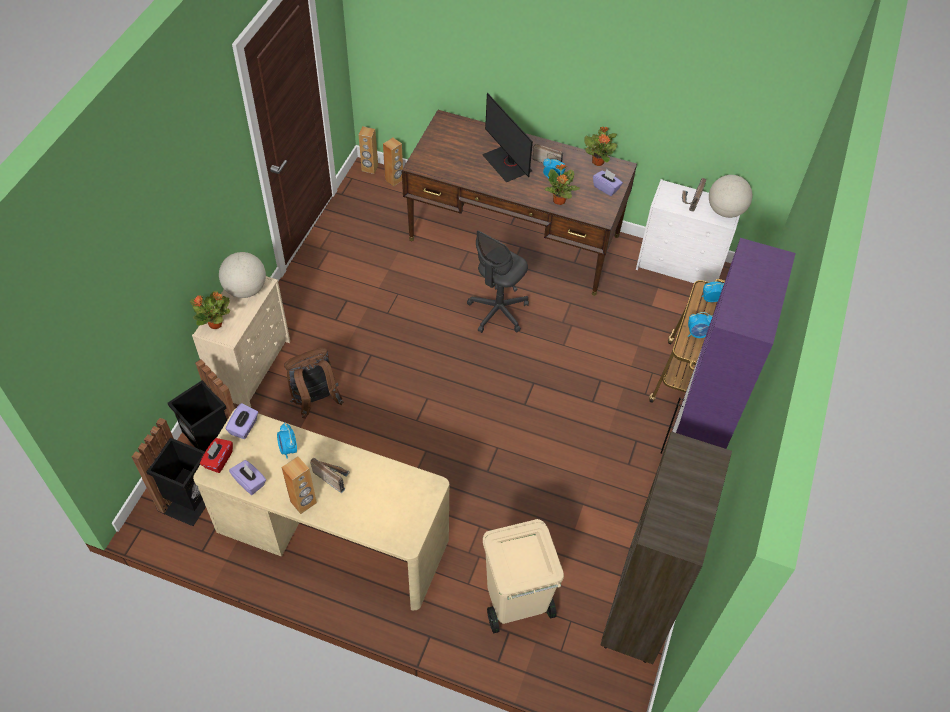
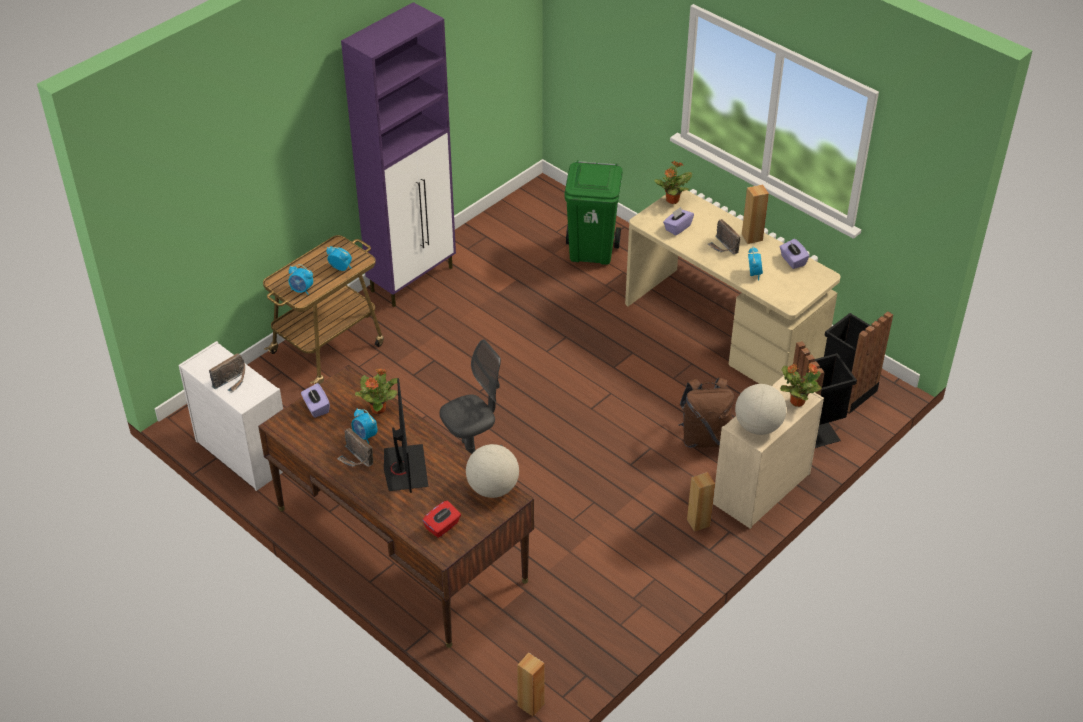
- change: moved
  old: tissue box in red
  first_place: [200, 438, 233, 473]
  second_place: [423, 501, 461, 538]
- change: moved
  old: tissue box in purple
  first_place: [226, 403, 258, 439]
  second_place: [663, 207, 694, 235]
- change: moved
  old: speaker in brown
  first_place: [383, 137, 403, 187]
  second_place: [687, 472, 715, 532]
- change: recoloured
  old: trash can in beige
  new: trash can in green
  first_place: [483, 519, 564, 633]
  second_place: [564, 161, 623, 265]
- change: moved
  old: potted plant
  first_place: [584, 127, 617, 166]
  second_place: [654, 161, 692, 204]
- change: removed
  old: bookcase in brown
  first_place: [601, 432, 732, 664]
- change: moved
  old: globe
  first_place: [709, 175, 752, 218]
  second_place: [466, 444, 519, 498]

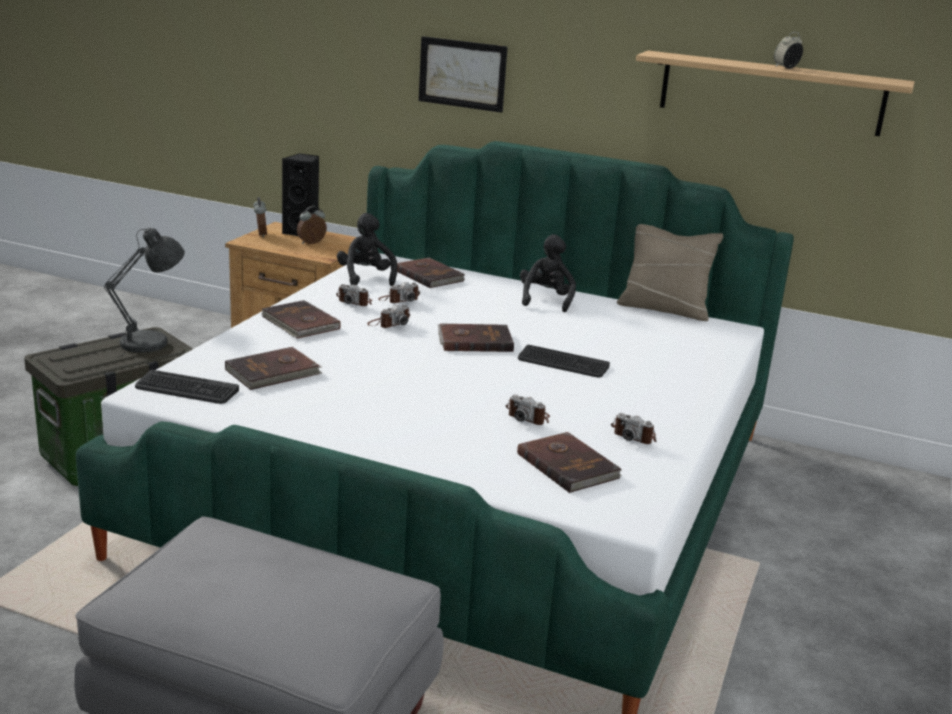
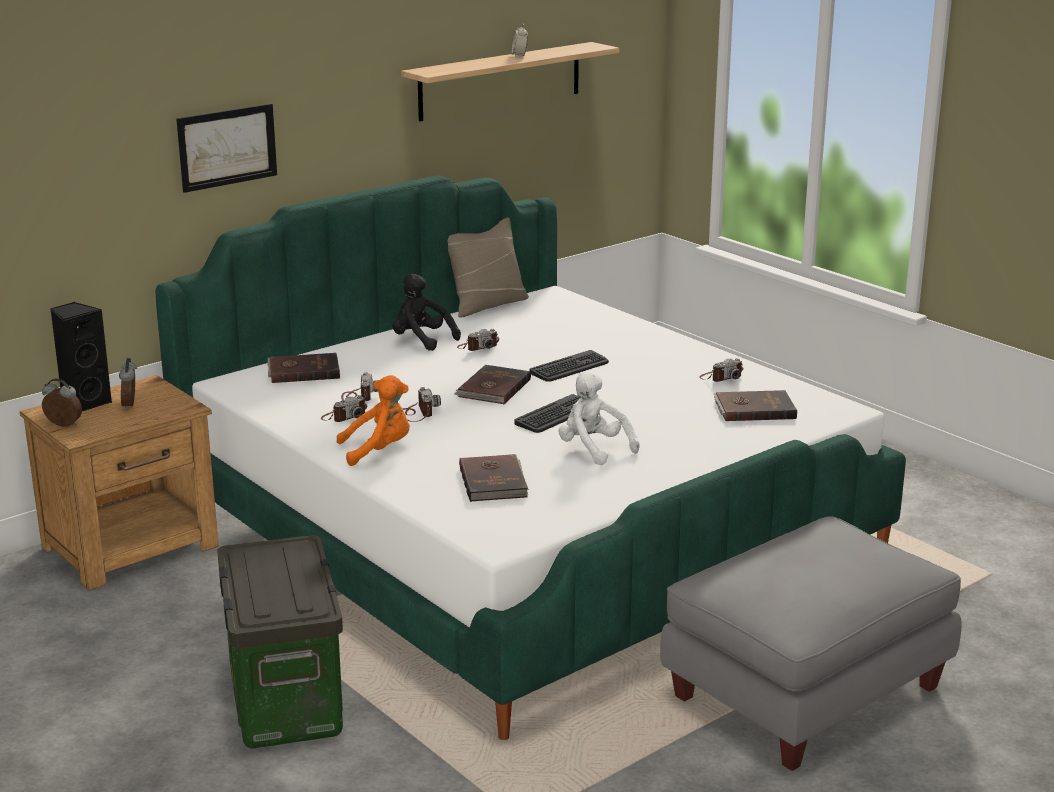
- change: removed
  old: table lamp in grey
  first_place: [104, 228, 185, 357]
- change: moved
  old: keyboard
  first_place: [135, 370, 239, 404]
  second_place: [515, 394, 580, 433]
- change: replaced
  old: book in brown
  new: plush toy in orange
  first_place: [261, 300, 341, 339]
  second_place: [337, 375, 410, 466]
- change: removed
  old: plush toy in black
  first_place: [337, 213, 398, 286]
- change: moved
  old: photo camera
  first_place: [506, 395, 550, 425]
  second_place: [457, 329, 499, 351]
- change: added
  new: plush toy in white
  second_place: [559, 371, 640, 465]

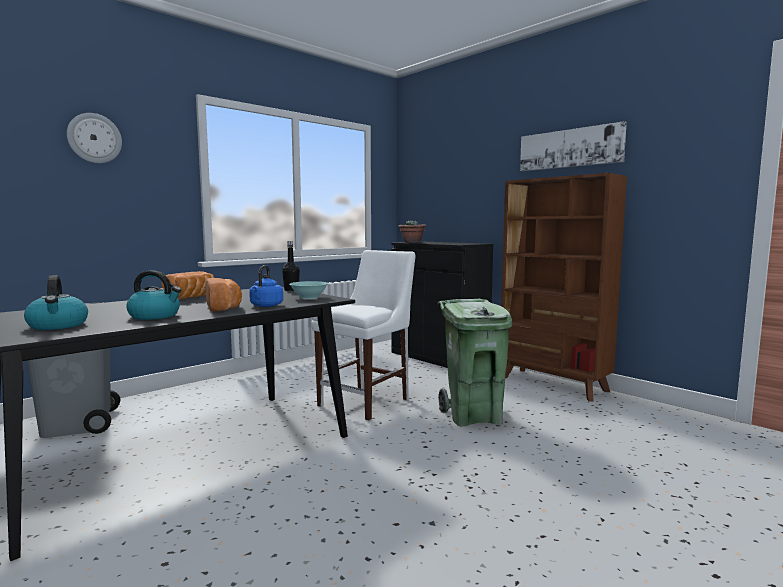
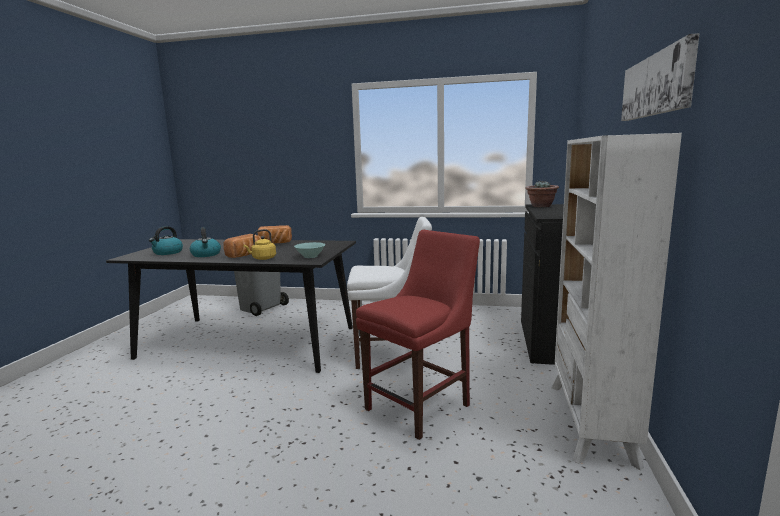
- change: removed
  old: wall clock
  first_place: [67, 113, 122, 163]
- change: recoloured
  old: kettle in blue
  new: kettle in yellow
  first_place: [249, 265, 283, 307]
  second_place: [243, 229, 276, 260]
- change: removed
  old: bottle in black
  first_place: [282, 241, 300, 291]
- change: replaced
  old: trash can in green
  new: chair in red
  first_place: [437, 299, 512, 426]
  second_place: [356, 230, 480, 440]
- change: recoloured
  old: bookcase in brown
  new: bookcase in white
  first_place: [501, 173, 627, 401]
  second_place: [552, 133, 682, 470]

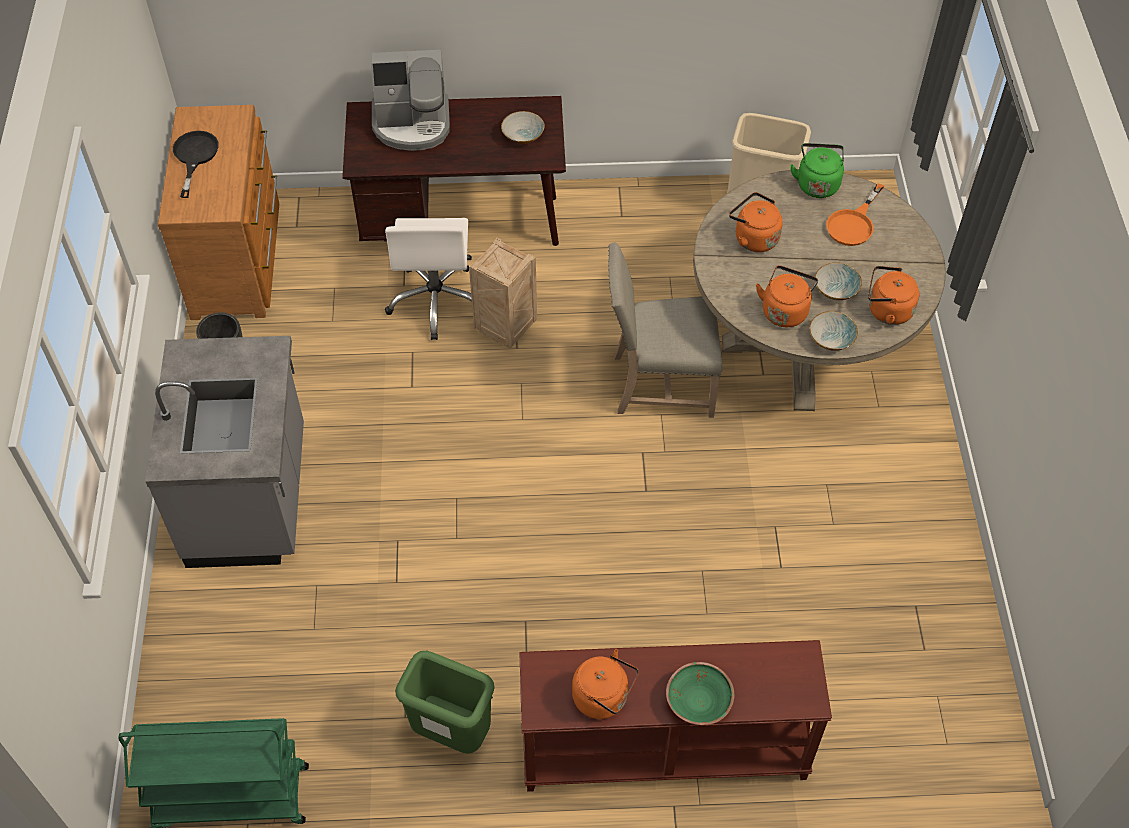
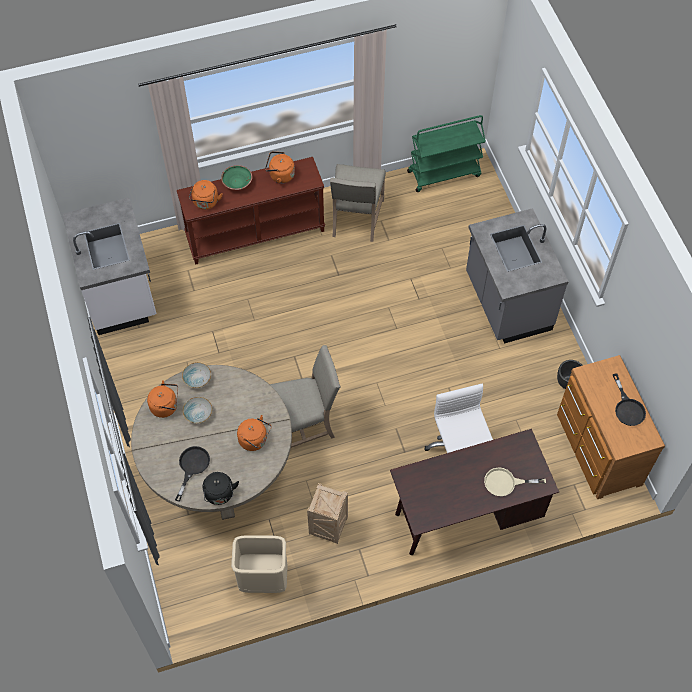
- change: replaced
  old: coffee machine
  new: frying pan in beige
  first_place: [371, 50, 450, 151]
  second_place: [484, 467, 546, 496]
- change: replaced
  old: trash can in green
  new: chair in beige
  first_place: [395, 651, 495, 754]
  second_place: [330, 164, 386, 242]
- change: moved
  old: crate
  first_place: [469, 237, 537, 349]
  second_place: [307, 483, 348, 544]
- change: removed
  old: bowl
  first_place: [501, 111, 545, 144]
- change: moved
  old: kettle in orange
  first_place: [756, 265, 818, 327]
  second_place: [189, 180, 223, 210]
- change: recoloured
  old: kettle in green
  new: kettle in black
  first_place: [790, 143, 844, 198]
  second_place: [203, 472, 239, 505]
- change: recoloured
  old: frying pan in orange
  new: frying pan in black
  first_place: [826, 183, 884, 246]
  second_place: [175, 446, 210, 502]
- change: added
  new: counter in white
  second_place: [63, 198, 157, 335]

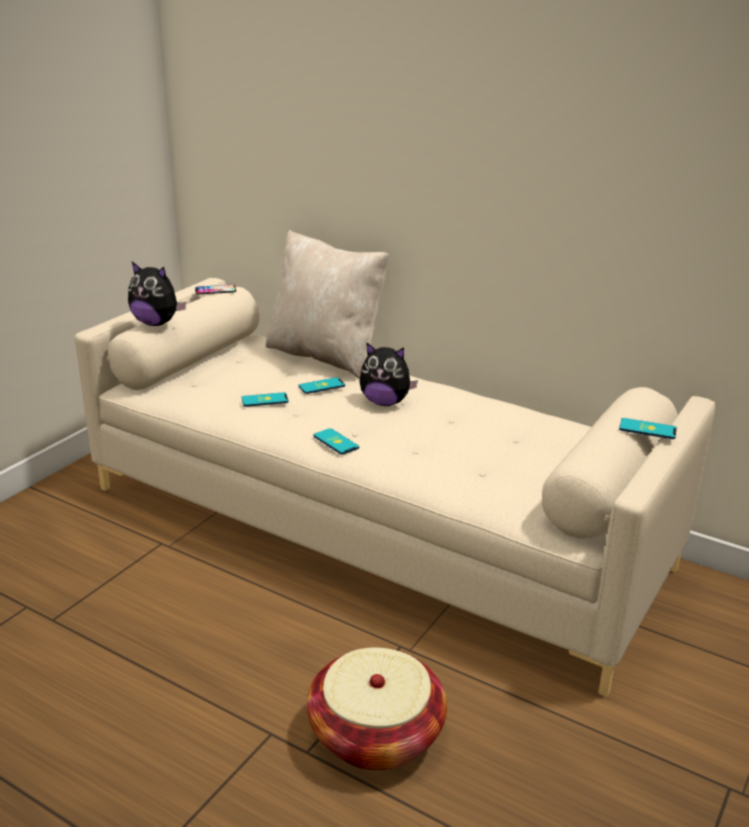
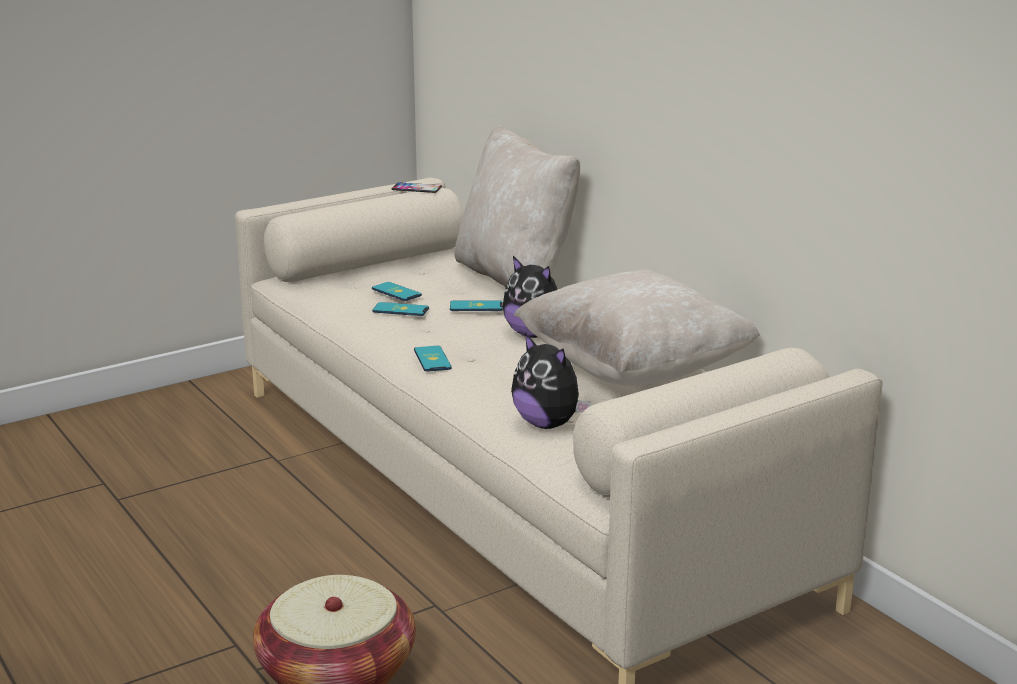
- change: moved
  old: plush toy
  first_place: [128, 262, 186, 326]
  second_place: [511, 333, 591, 429]
- change: moved
  old: phone
  first_place: [619, 418, 677, 439]
  second_place: [372, 282, 422, 301]
- change: added
  new: pillow in beige
  second_place: [514, 269, 760, 386]

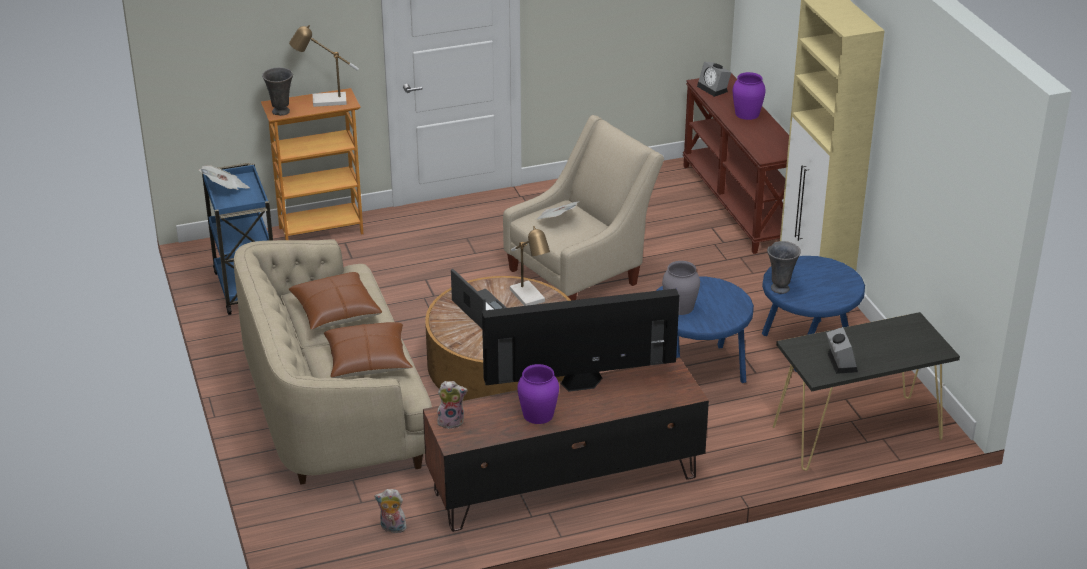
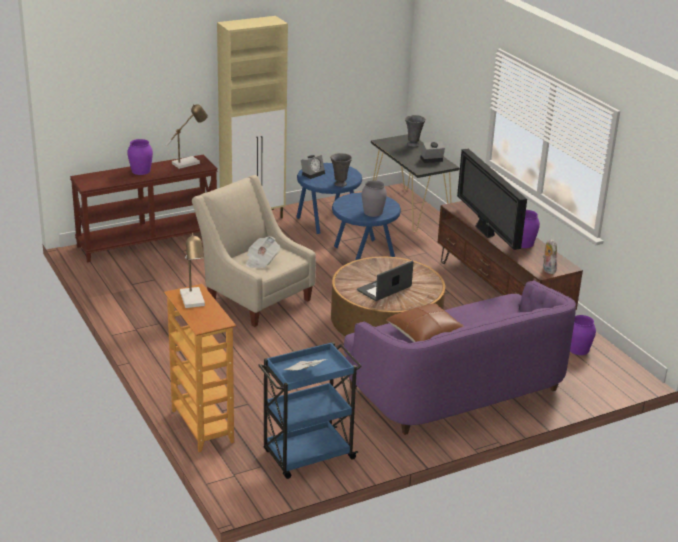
- change: recoloured
  old: sofa in beige
  new: sofa in purple
  first_place: [234, 239, 432, 485]
  second_place: [344, 281, 576, 435]
- change: moved
  old: vase in grey
  first_place: [262, 68, 293, 116]
  second_place: [405, 115, 426, 147]
- change: removed
  old: pillow in brown
  first_place: [324, 322, 413, 378]
- change: replaced
  old: plush toy
  new: vase in purple
  first_place: [374, 489, 408, 533]
  second_place: [570, 315, 596, 355]
- change: moved
  old: table lamp
  first_place: [510, 226, 550, 306]
  second_place: [165, 104, 208, 169]
- change: moved
  old: alarm clock
  first_place: [697, 62, 731, 97]
  second_place: [301, 155, 325, 179]

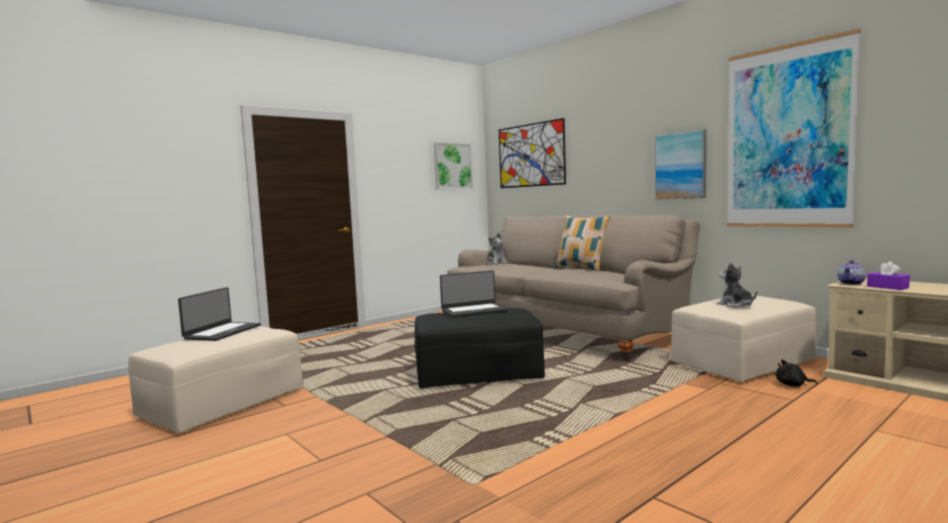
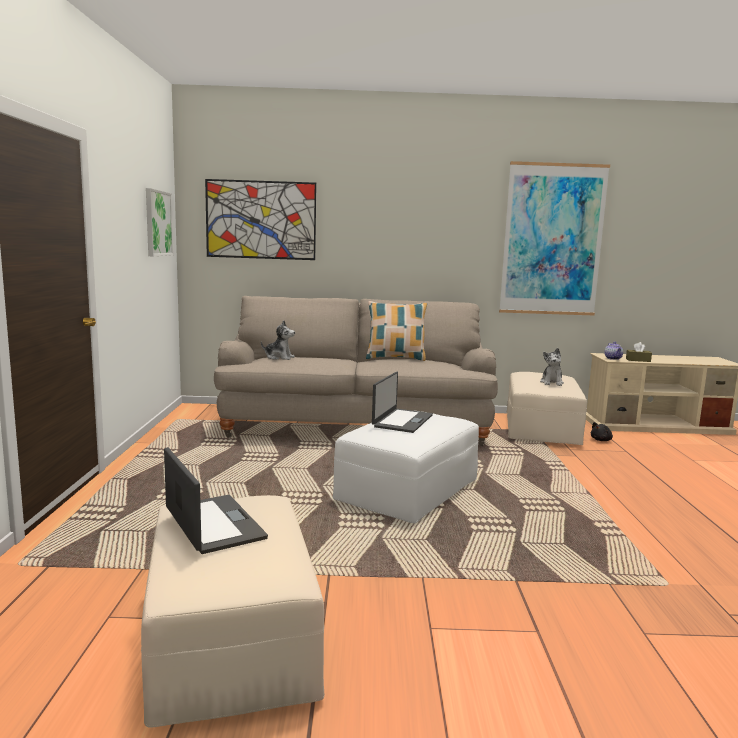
- change: recoloured
  old: ottoman in black
  new: ottoman in white
  first_place: [415, 308, 545, 388]
  second_place: [333, 410, 479, 523]
- change: removed
  old: picture
  first_place: [655, 129, 706, 200]
- change: turned
  old: plush toy
  first_place: [716, 262, 758, 308]
  second_place: [540, 348, 564, 386]
  degrees: -90
- change: recoloured
  old: tissue box in purple
  new: tissue box in brown
  first_place: [867, 261, 910, 290]
  second_place: [626, 342, 652, 362]

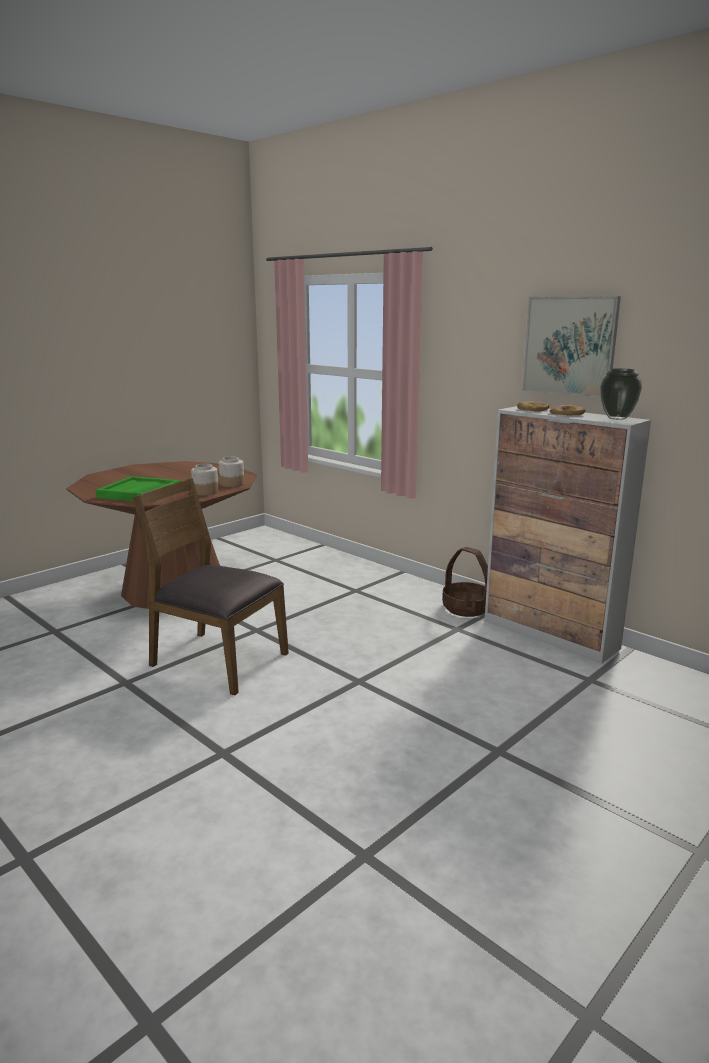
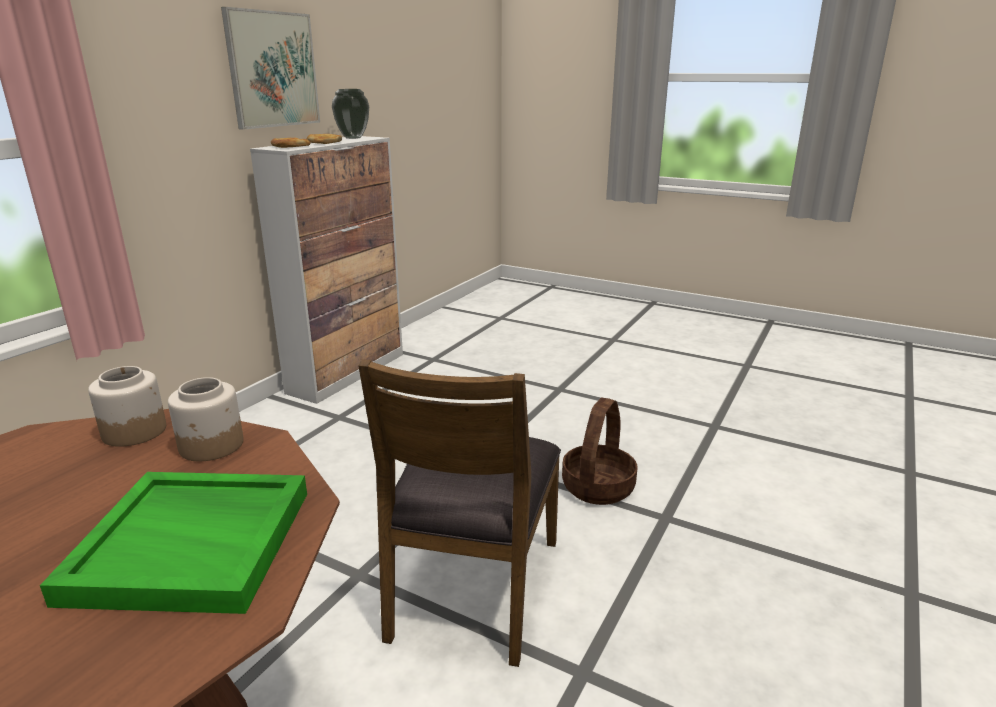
- change: moved
  old: basket
  first_place: [442, 547, 488, 617]
  second_place: [562, 398, 637, 505]

